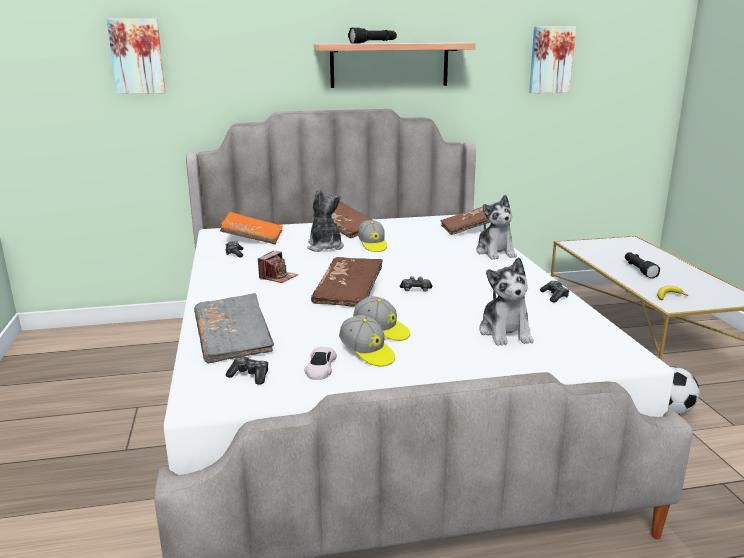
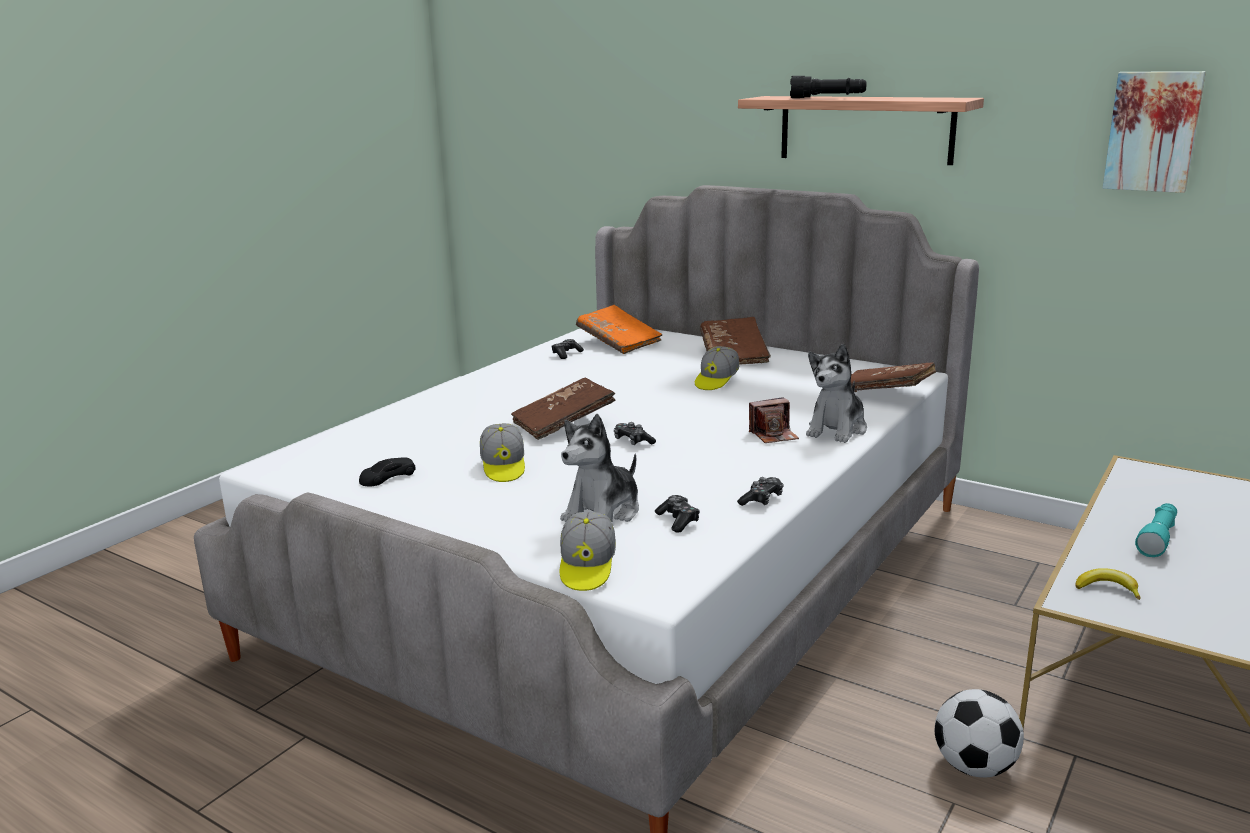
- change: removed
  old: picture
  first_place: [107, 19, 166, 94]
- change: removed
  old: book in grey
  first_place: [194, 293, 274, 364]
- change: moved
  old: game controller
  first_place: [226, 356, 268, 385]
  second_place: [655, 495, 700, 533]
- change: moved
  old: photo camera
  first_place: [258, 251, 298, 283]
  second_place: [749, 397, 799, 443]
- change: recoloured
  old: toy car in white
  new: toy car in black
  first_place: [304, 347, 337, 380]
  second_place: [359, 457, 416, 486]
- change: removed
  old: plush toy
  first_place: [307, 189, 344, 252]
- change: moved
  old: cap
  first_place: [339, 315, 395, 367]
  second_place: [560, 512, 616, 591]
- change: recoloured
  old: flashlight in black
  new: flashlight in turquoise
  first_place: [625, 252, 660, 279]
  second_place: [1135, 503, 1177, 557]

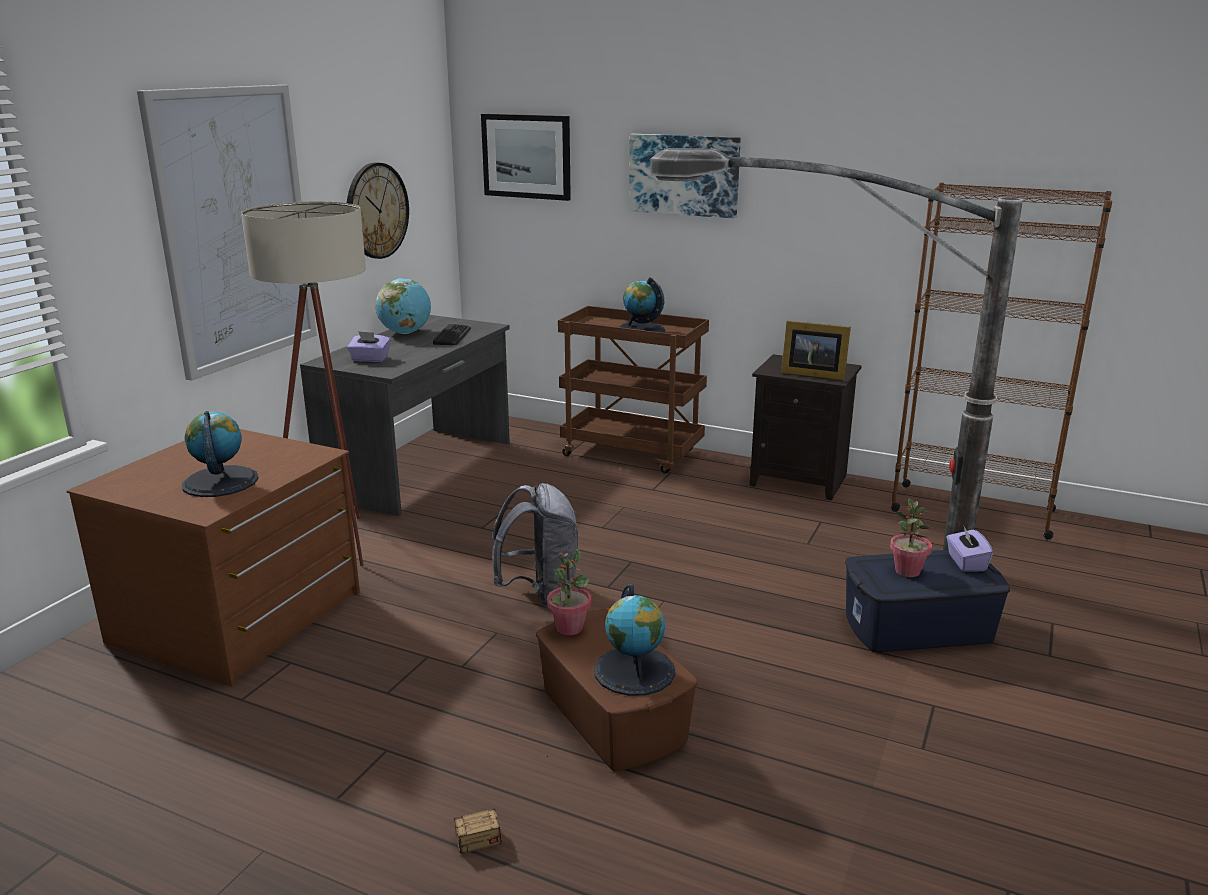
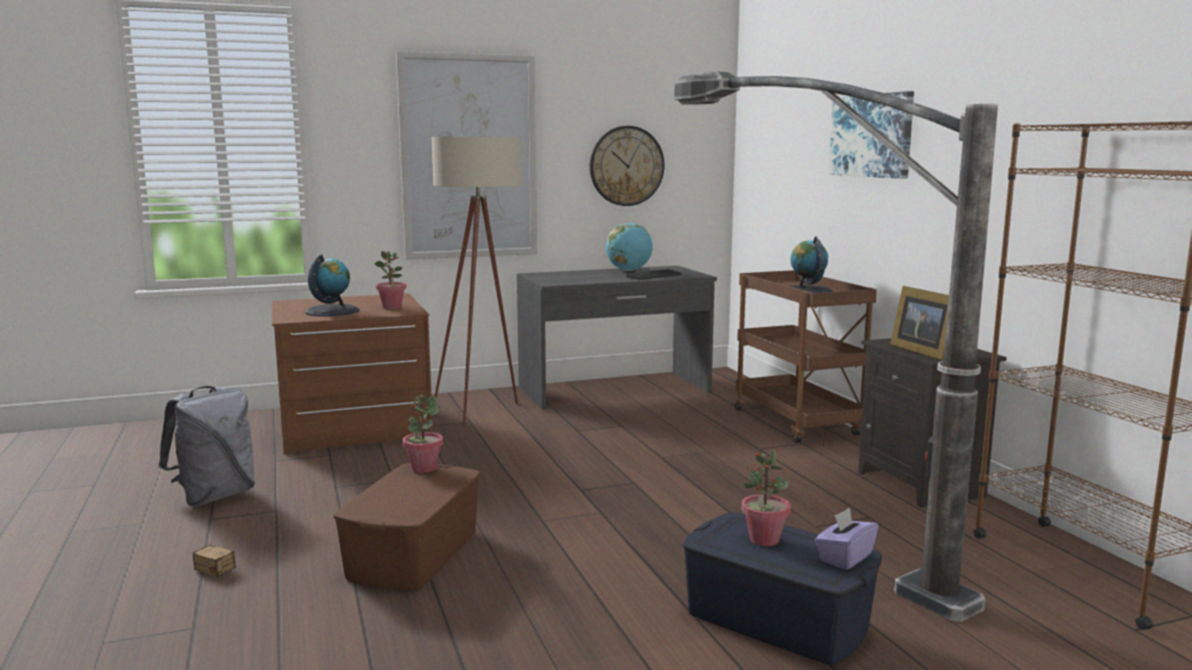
- change: removed
  old: tissue box in purple
  first_place: [347, 331, 391, 362]
- change: removed
  old: picture
  first_place: [481, 114, 571, 201]
- change: moved
  old: backpack in grey
  first_place: [492, 483, 578, 608]
  second_place: [158, 386, 255, 506]
- change: removed
  old: globe
  first_place: [594, 584, 675, 696]
- change: added
  new: potted plant
  second_place: [374, 251, 406, 309]

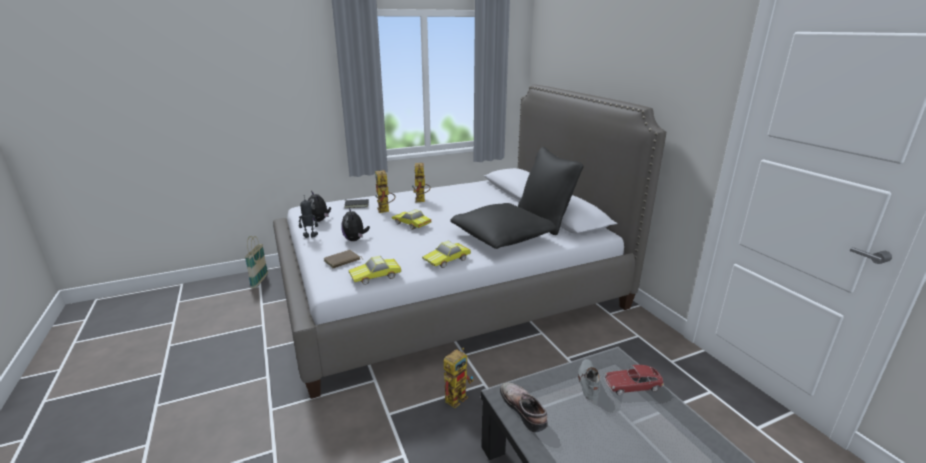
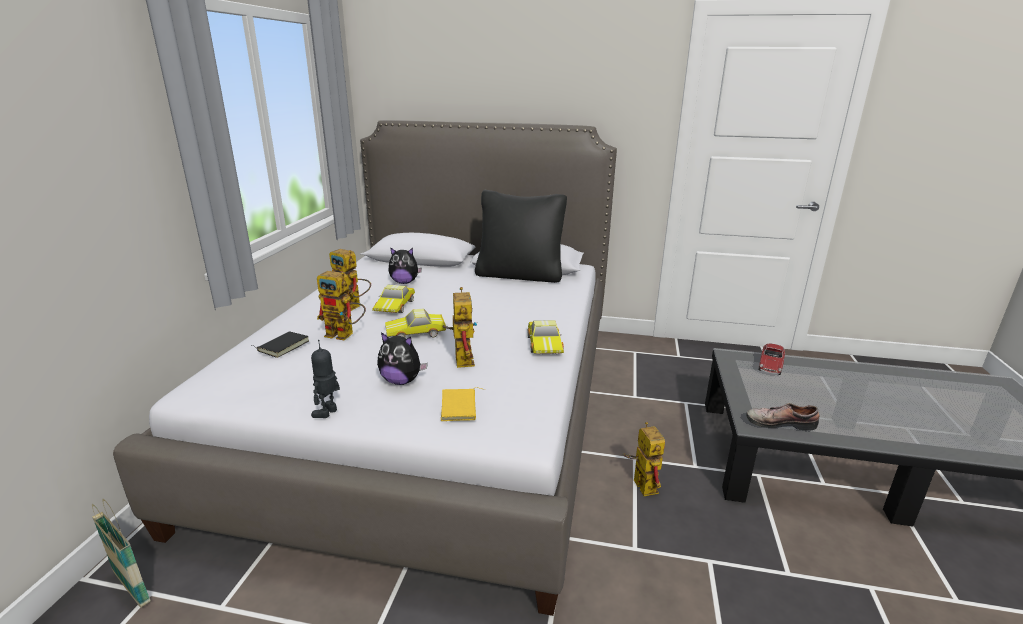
- change: moved
  old: plush toy
  first_place: [308, 191, 331, 222]
  second_place: [389, 247, 422, 284]
- change: recoloured
  old: book in brown
  new: book in yellow
  first_place: [323, 250, 363, 268]
  second_place: [441, 387, 485, 421]
- change: moved
  old: toy car
  first_place: [349, 256, 401, 285]
  second_place: [372, 285, 415, 313]
- change: removed
  old: pillow in black
  first_place: [450, 203, 557, 249]
- change: removed
  old: shoe in grey
  first_place: [578, 359, 600, 401]
- change: added
  new: toy robot
  second_place: [443, 287, 477, 368]

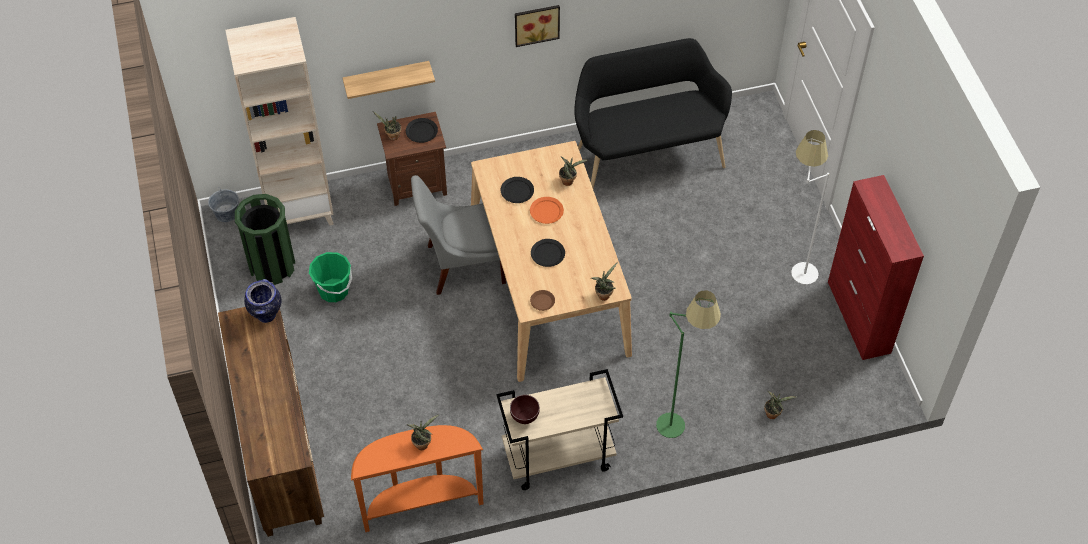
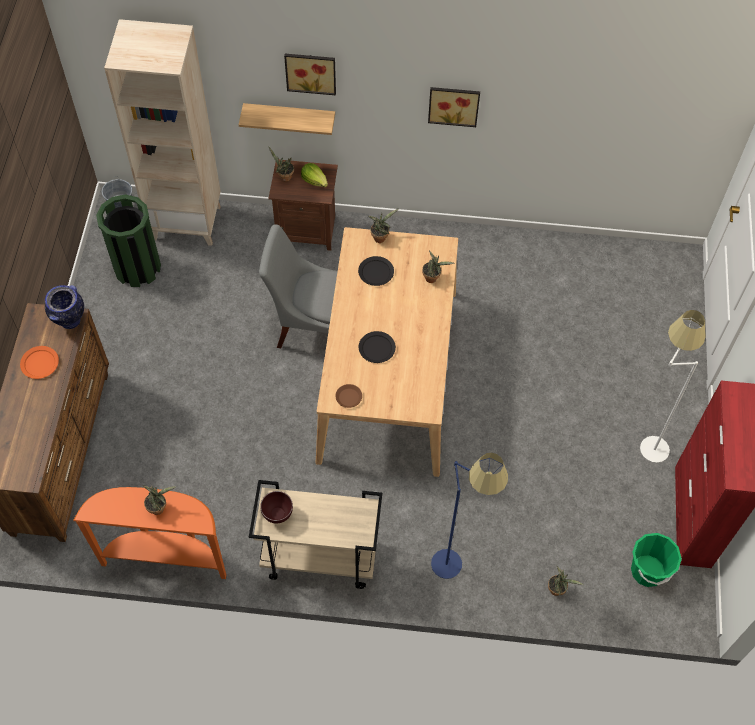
- change: moved
  old: bucket in green
  first_place: [309, 252, 352, 302]
  second_place: [631, 533, 682, 587]
- change: replaced
  old: plate in black
  new: lettuce
  first_place: [406, 118, 438, 143]
  second_place: [301, 163, 328, 187]
- change: moved
  old: plate in orange
  first_place: [530, 197, 564, 224]
  second_place: [20, 346, 59, 379]
- change: removed
  old: bench in black
  first_place: [574, 38, 732, 189]
- change: moved
  old: potted plant
  first_place: [591, 262, 618, 301]
  second_place: [368, 209, 398, 243]
- change: recoloured
  old: floor lamp in green
  new: floor lamp in blue
  first_place: [656, 290, 721, 438]
  second_place: [431, 453, 508, 579]
- change: added
  new: picture
  second_place: [284, 54, 336, 95]

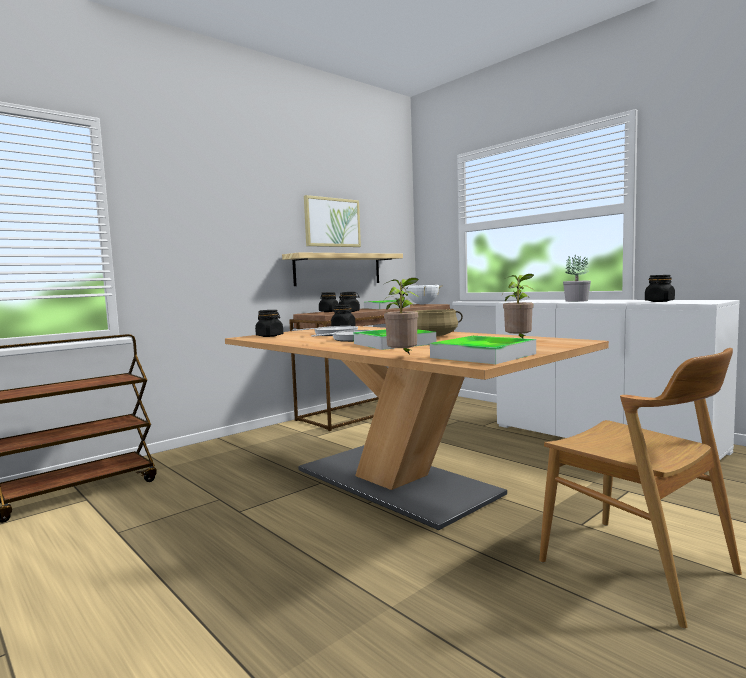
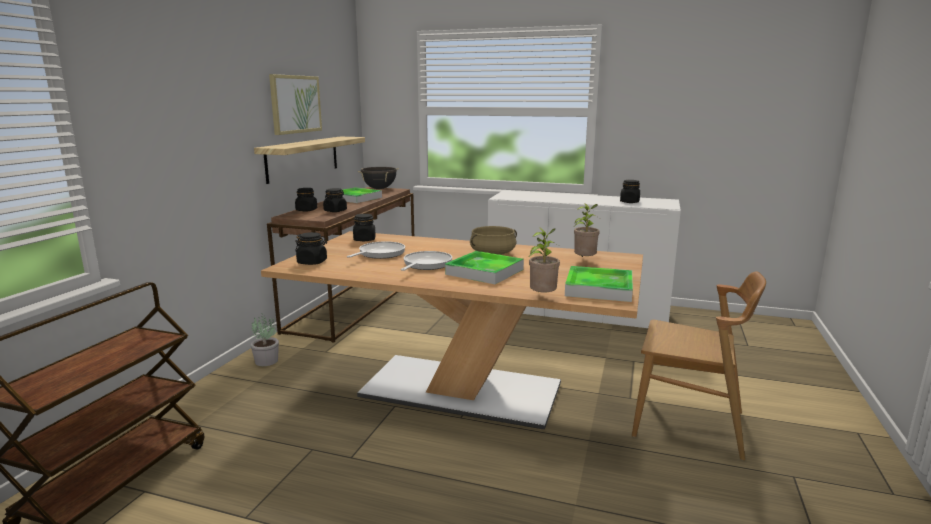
- change: recoloured
  old: cooking pot in white
  new: cooking pot in black
  first_place: [401, 285, 443, 305]
  second_place: [358, 167, 399, 189]
- change: moved
  old: potted plant
  first_place: [563, 255, 591, 302]
  second_place: [251, 313, 279, 366]

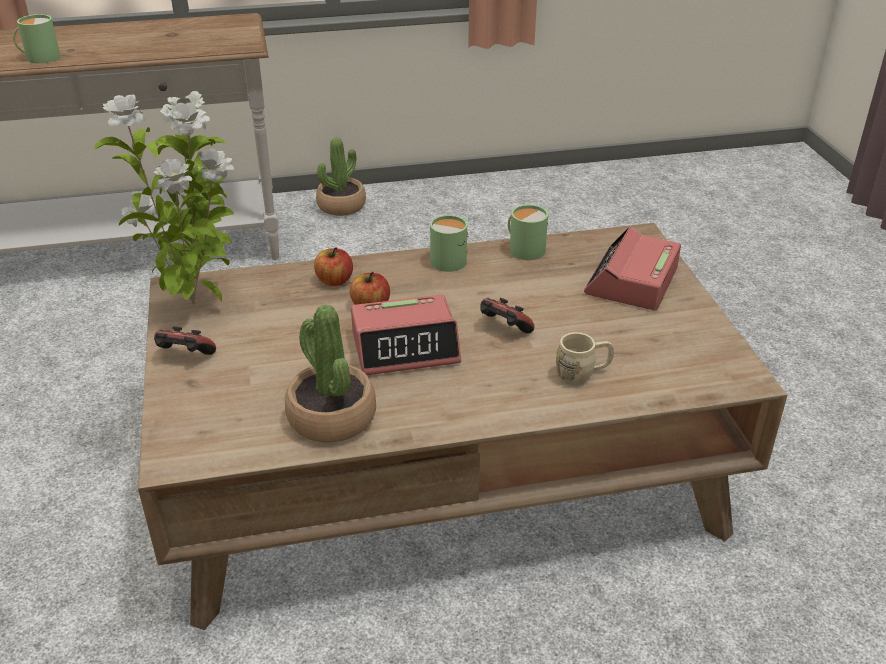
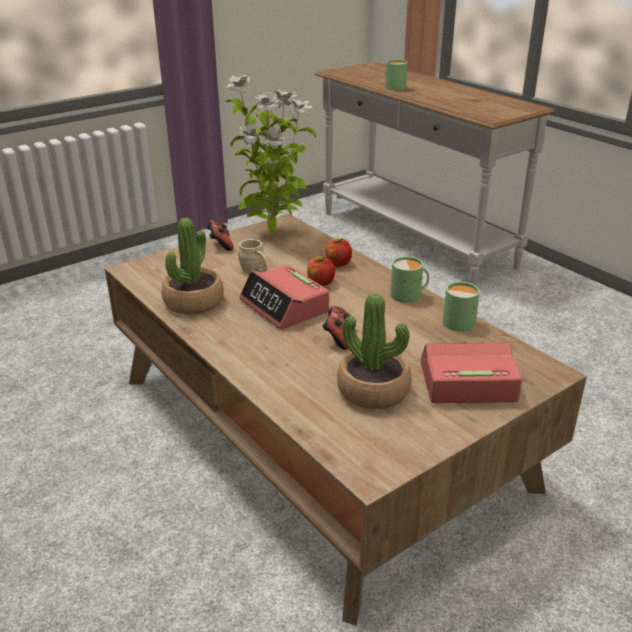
- change: moved
  old: potted plant
  first_place: [316, 137, 366, 216]
  second_place: [337, 293, 412, 409]
- change: moved
  old: mug in beige
  first_place: [556, 332, 614, 385]
  second_place: [238, 239, 267, 273]

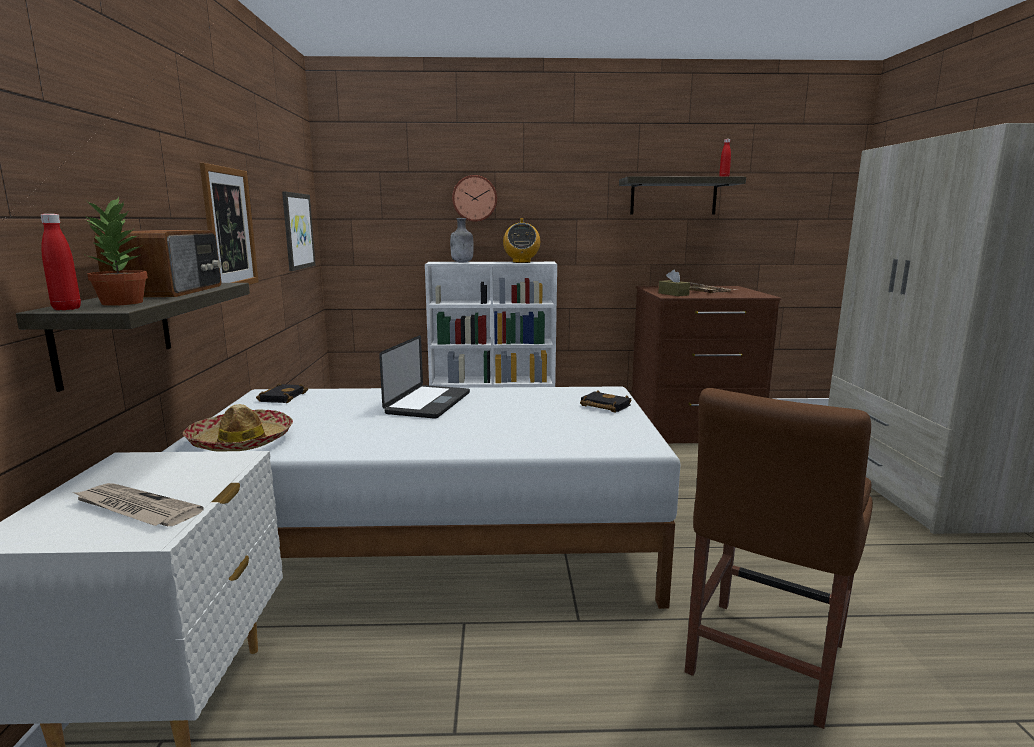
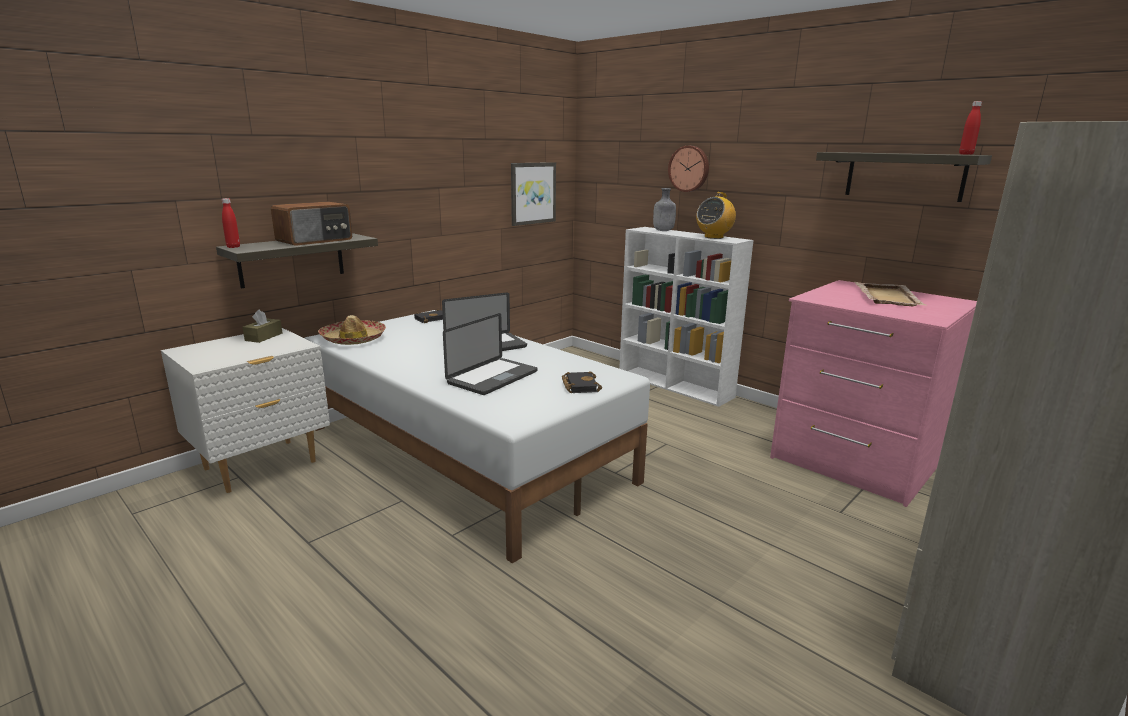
- change: removed
  old: newspaper
  first_place: [72, 483, 204, 526]
- change: removed
  old: potted plant
  first_place: [84, 197, 148, 306]
- change: removed
  old: picture
  first_place: [199, 163, 259, 285]
- change: recoloured
  old: dresser in brown
  new: dresser in pink
  first_place: [632, 286, 782, 443]
  second_place: [770, 280, 977, 507]
- change: moved
  old: tissue box in brown
  first_place: [658, 270, 690, 296]
  second_place: [242, 310, 282, 343]
- change: removed
  old: chair in brown
  first_place: [685, 388, 873, 729]
- change: added
  new: laptop
  second_place: [443, 313, 538, 395]

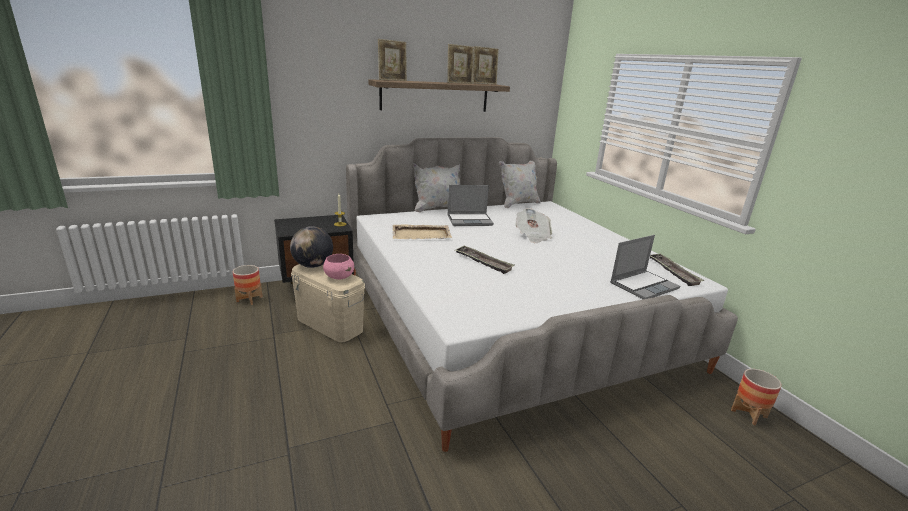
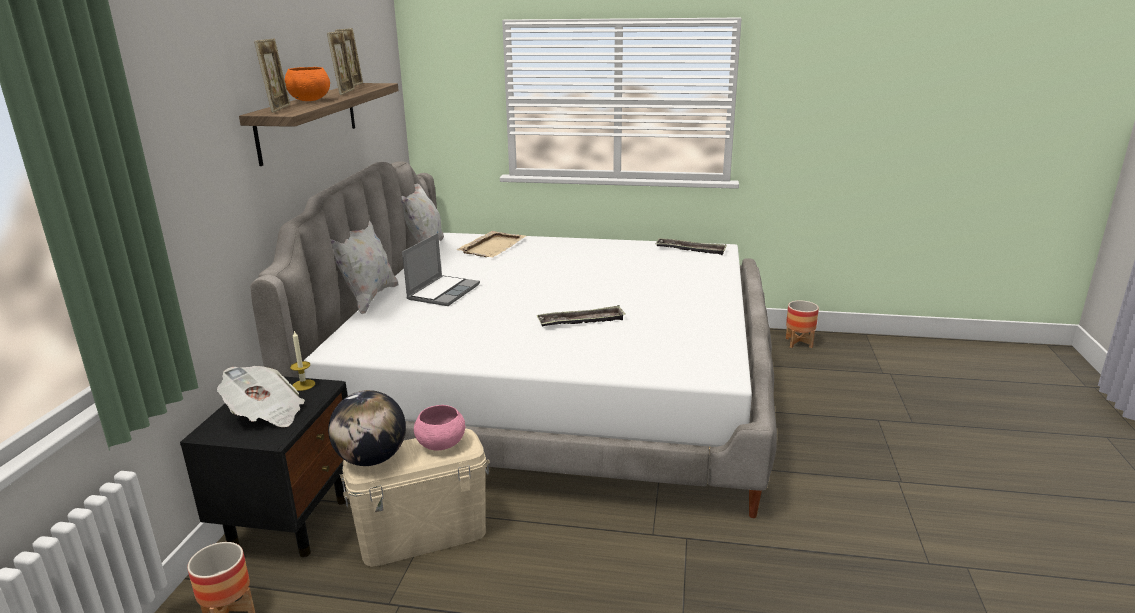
- change: moved
  old: tray in beige
  first_place: [392, 224, 452, 239]
  second_place: [457, 231, 526, 257]
- change: moved
  old: newspaper
  first_place: [515, 208, 552, 243]
  second_place: [217, 366, 305, 427]
- change: removed
  old: laptop
  first_place: [610, 235, 680, 299]
- change: added
  new: bowl in orange
  second_place: [285, 67, 330, 101]

